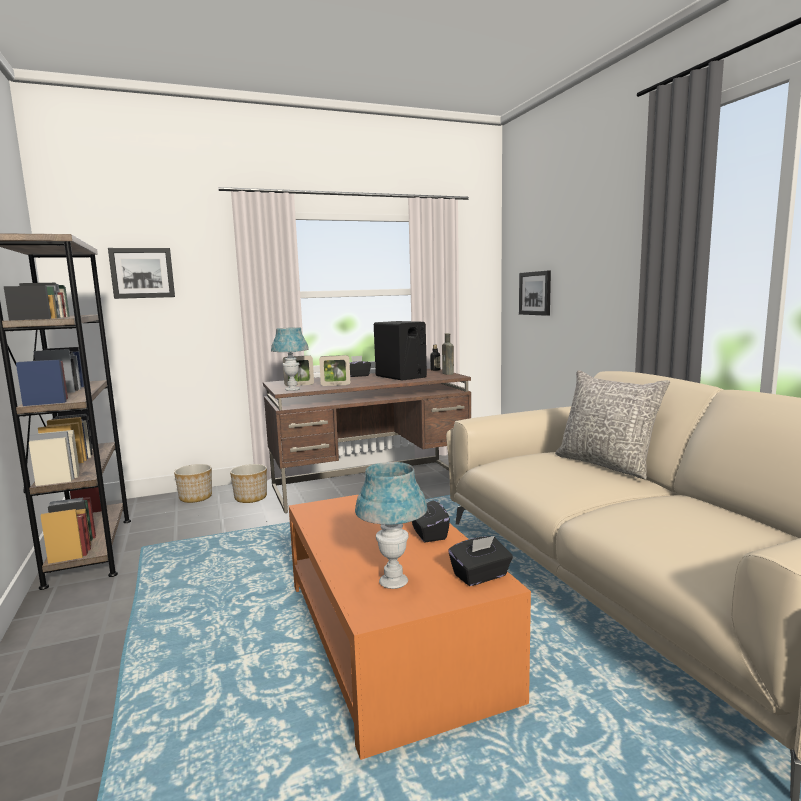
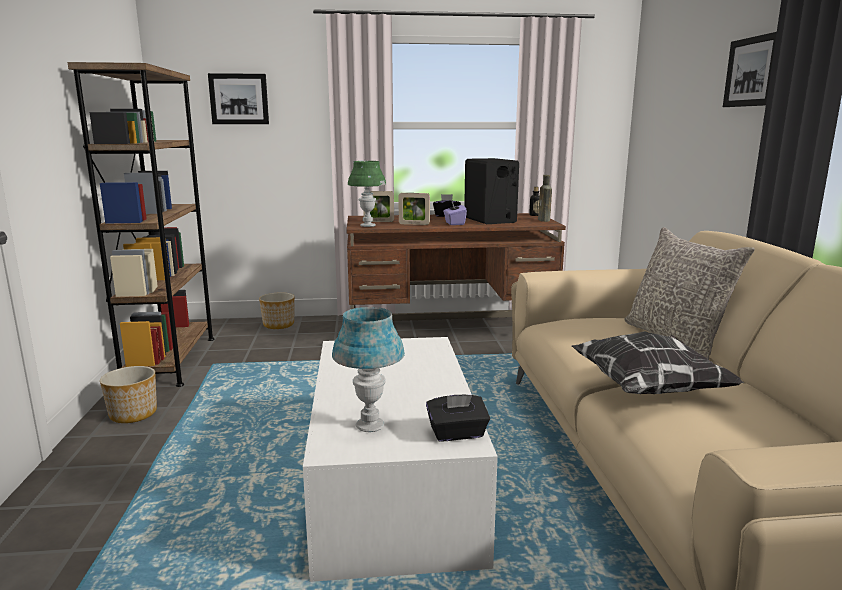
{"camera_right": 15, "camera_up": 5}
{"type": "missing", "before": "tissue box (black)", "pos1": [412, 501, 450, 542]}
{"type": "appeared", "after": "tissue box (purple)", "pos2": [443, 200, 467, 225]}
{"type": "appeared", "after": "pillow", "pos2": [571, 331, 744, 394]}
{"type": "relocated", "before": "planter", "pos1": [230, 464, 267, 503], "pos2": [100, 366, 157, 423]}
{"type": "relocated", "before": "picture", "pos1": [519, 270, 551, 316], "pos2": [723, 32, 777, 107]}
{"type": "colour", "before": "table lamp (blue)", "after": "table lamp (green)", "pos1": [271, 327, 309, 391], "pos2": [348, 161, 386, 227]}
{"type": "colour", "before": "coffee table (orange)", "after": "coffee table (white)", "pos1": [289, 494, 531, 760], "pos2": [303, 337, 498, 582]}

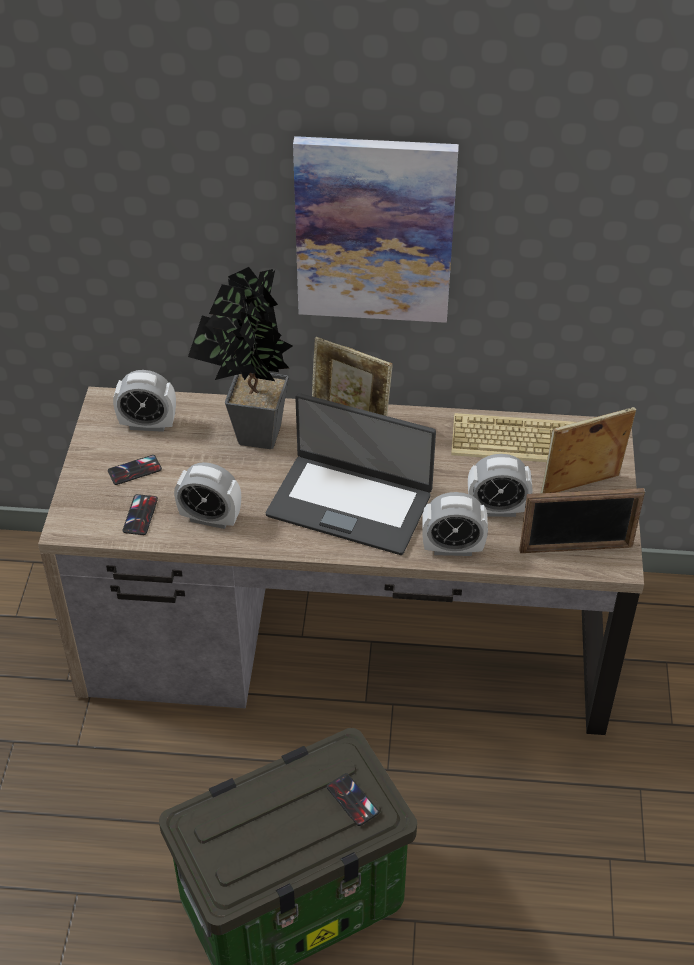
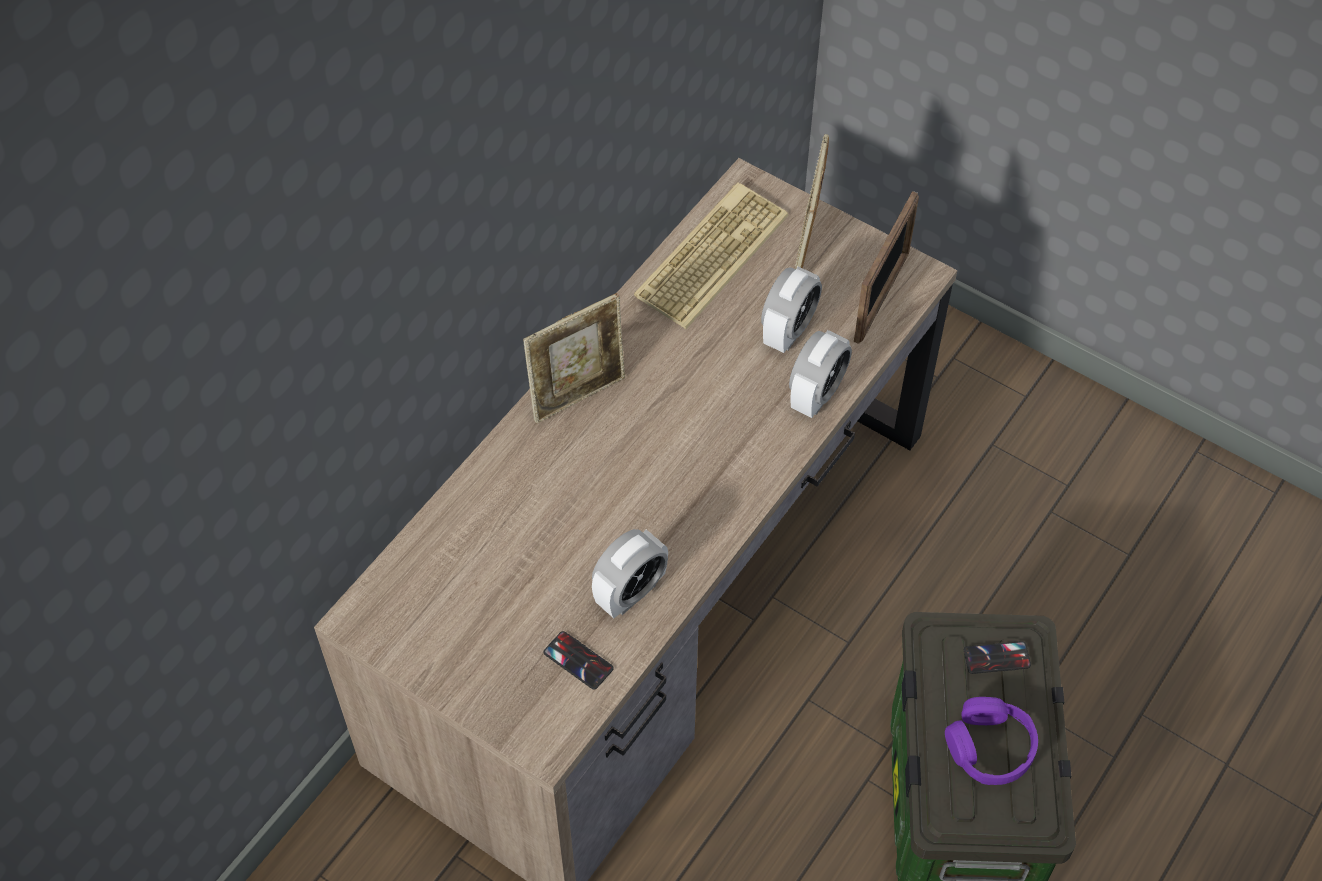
{"camera_right": -60, "camera_up": 10}
{"type": "missing", "before": "phone", "pos1": [108, 455, 162, 485]}
{"type": "missing", "before": "alarm clock", "pos1": [113, 370, 176, 432]}
{"type": "missing", "before": "potted plant", "pos1": [188, 267, 293, 449]}
{"type": "missing", "before": "laptop", "pos1": [266, 393, 436, 555]}
{"type": "missing", "before": "picture", "pos1": [293, 136, 459, 323]}
{"type": "appeared", "after": "headphones (purple)", "pos2": [945, 697, 1038, 785]}

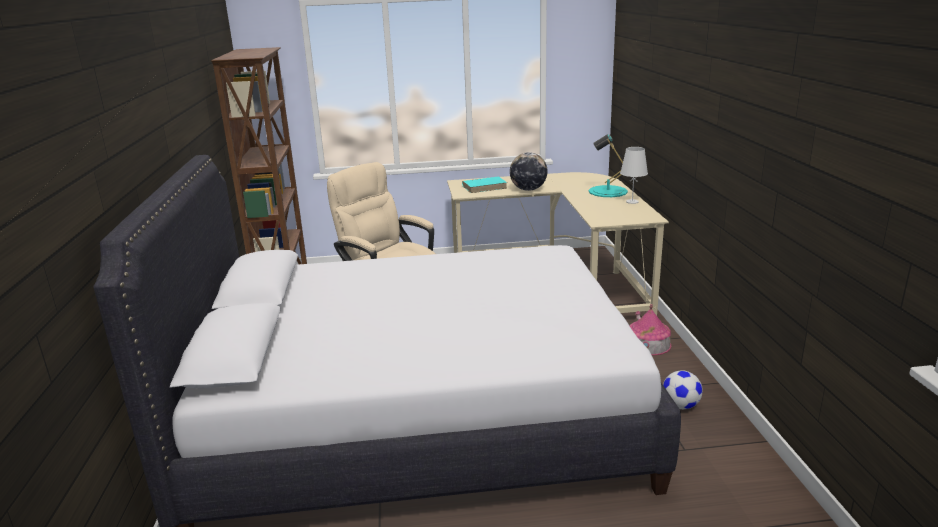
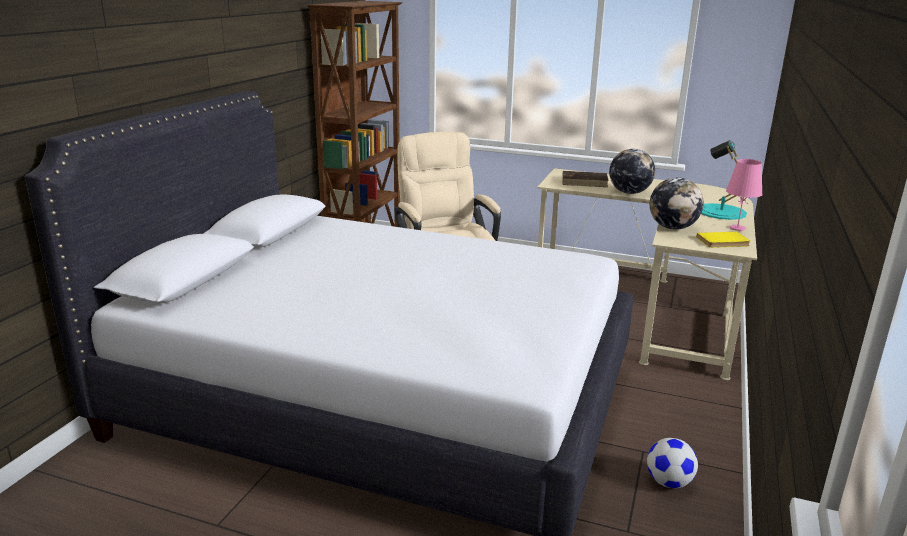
{"camera_right": 25, "camera_up": 0}
{"type": "missing", "before": "toy house", "pos1": [630, 304, 671, 355]}
{"type": "appeared", "after": "globe", "pos2": [650, 177, 703, 230]}
{"type": "appeared", "after": "book (yellow)", "pos2": [696, 232, 750, 248]}
{"type": "colour", "before": "book (turquoise)", "after": "book (brown)", "pos1": [462, 177, 507, 193], "pos2": [562, 171, 609, 187]}
{"type": "colour", "before": "table lamp (white)", "after": "table lamp (pink)", "pos1": [620, 147, 648, 204], "pos2": [726, 159, 763, 231]}

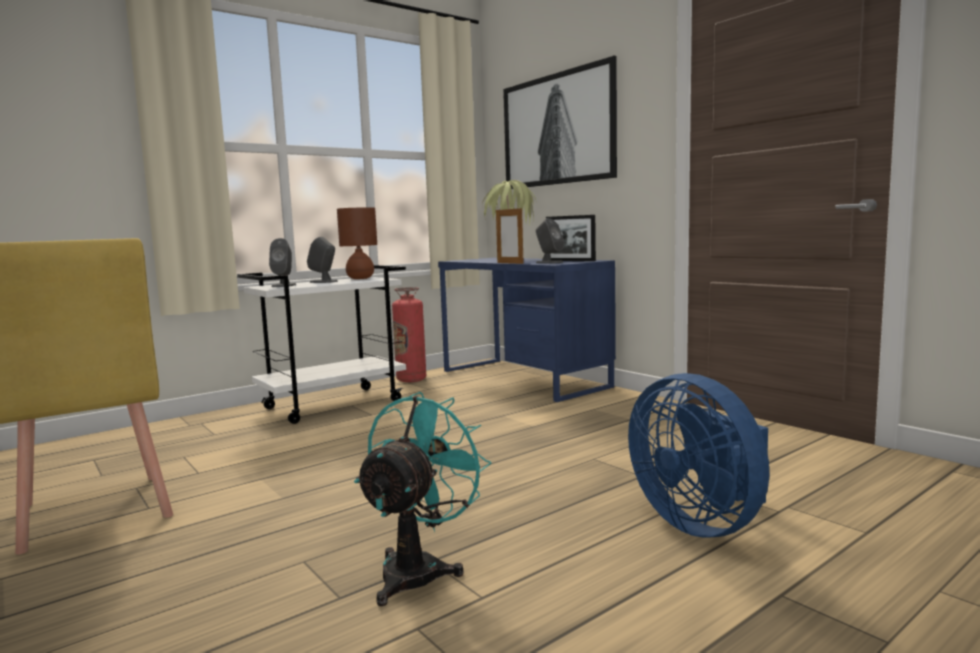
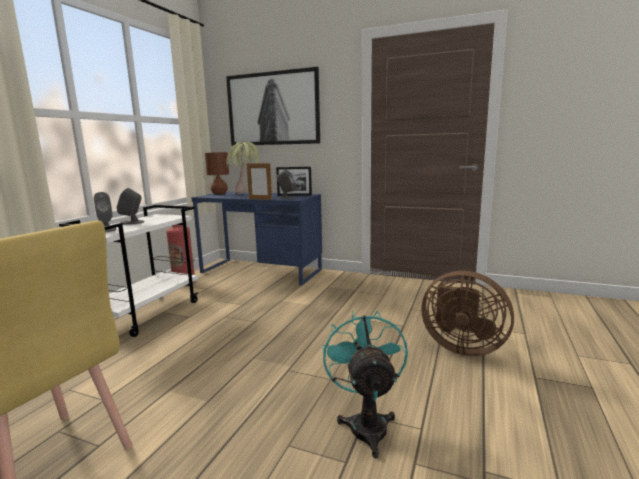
{"camera_right": -30, "camera_up": 5}
{"type": "relocated", "before": "table lamp (brown)", "pos1": [337, 207, 377, 279], "pos2": [205, 152, 229, 194]}
{"type": "colour", "before": "fan (blue)", "after": "fan (brown)", "pos1": [628, 373, 770, 538], "pos2": [421, 271, 514, 356]}

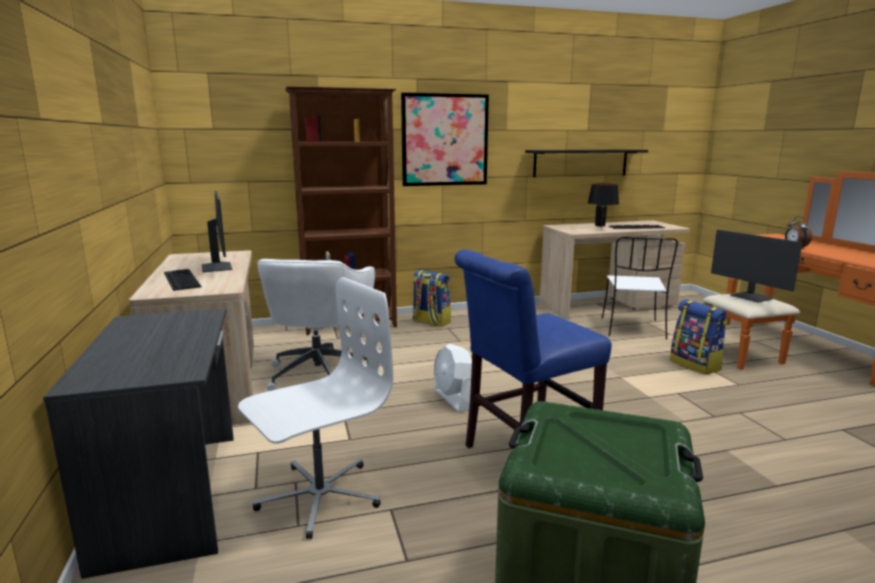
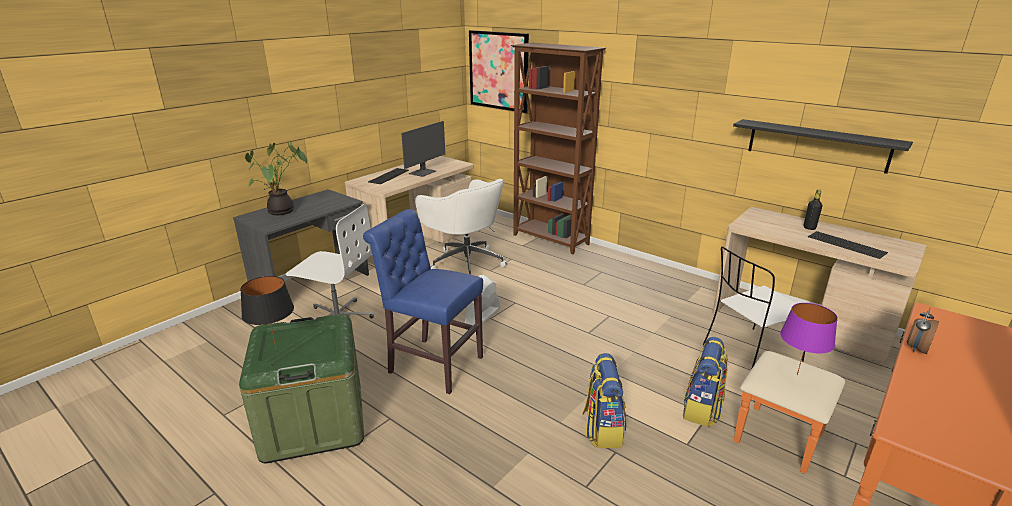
{"camera_right": 55, "camera_up": 10}
{"type": "appeared", "after": "potted plant", "pos2": [245, 142, 307, 215]}
{"type": "relocated", "before": "picture", "pos1": [401, 93, 489, 186], "pos2": [469, 30, 529, 113]}
{"type": "relocated", "before": "backpack", "pos1": [412, 270, 451, 327], "pos2": [582, 353, 626, 448]}
{"type": "relocated", "before": "table lamp (black)", "pos1": [588, 184, 619, 228], "pos2": [240, 276, 294, 348]}
{"type": "exchanged", "before": "monitor", "after": "table lamp (purple)", "pos1": [711, 230, 802, 303], "pos2": [780, 303, 838, 375]}
{"type": "spun", "before": "office chair (white)", "pos1": [257, 259, 375, 391], "pos2": [415, 179, 507, 275], "turn": -105}

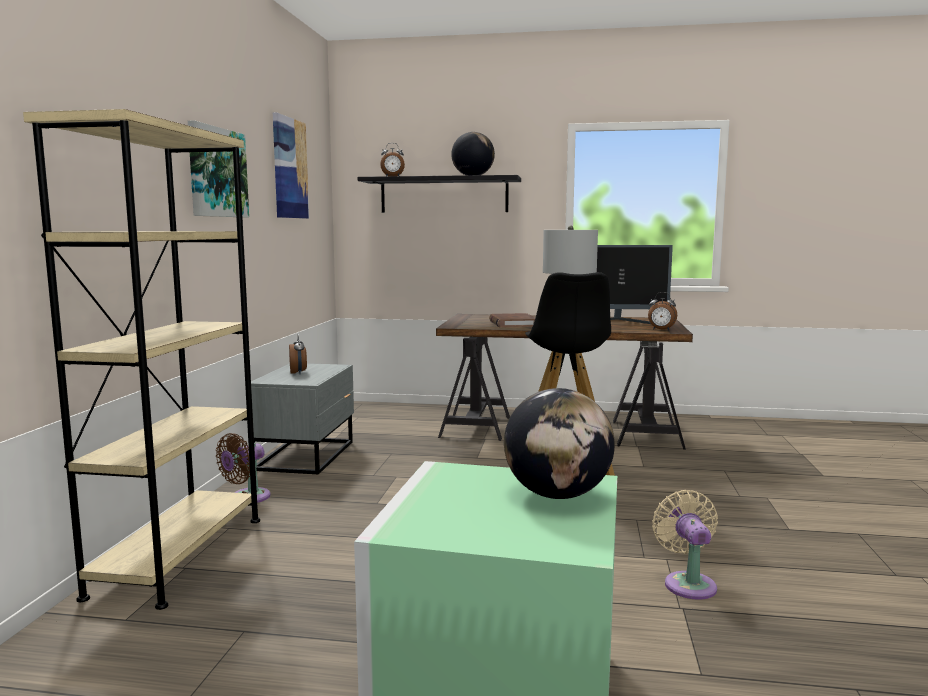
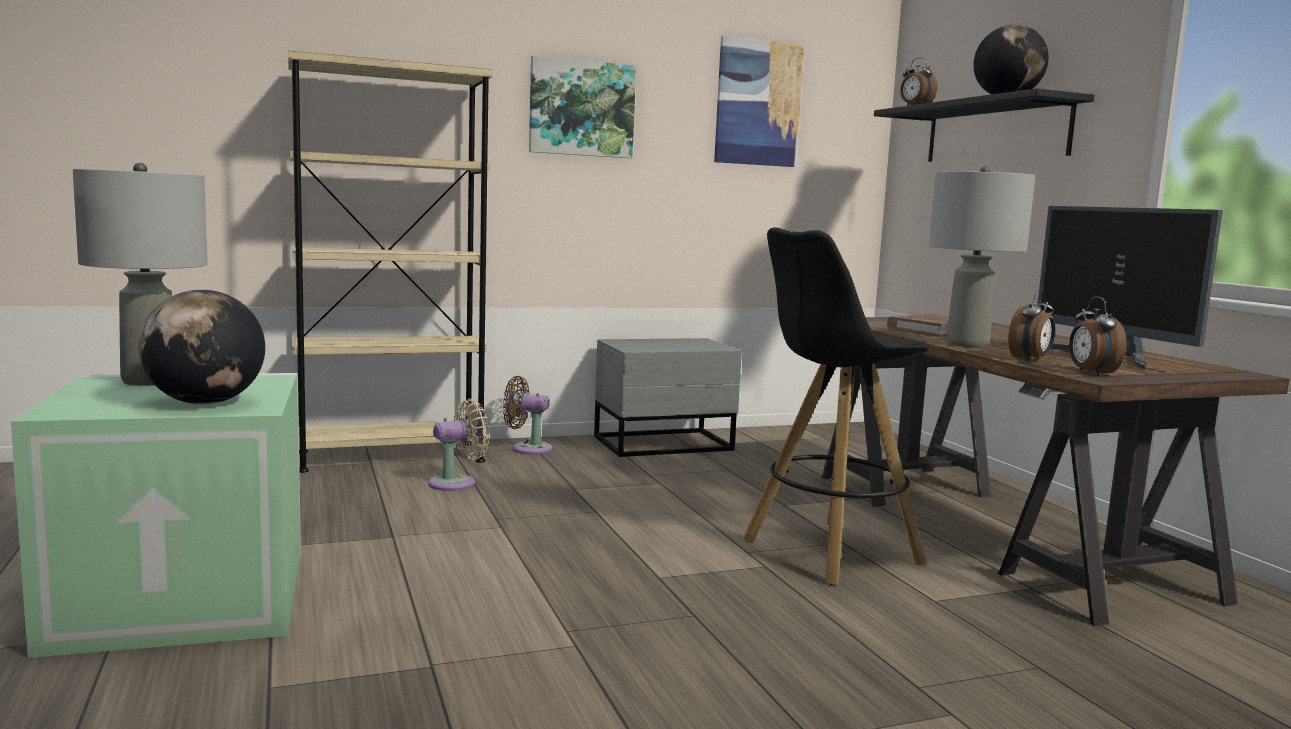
{"camera_right": 60, "camera_up": 0}
{"type": "appeared", "after": "table lamp (grey)", "pos2": [73, 163, 207, 386]}
{"type": "relocated", "before": "alarm clock", "pos1": [289, 334, 307, 374], "pos2": [1008, 289, 1055, 361]}
{"type": "relocated", "before": "fan (beige)", "pos1": [652, 490, 718, 600], "pos2": [428, 399, 490, 491]}

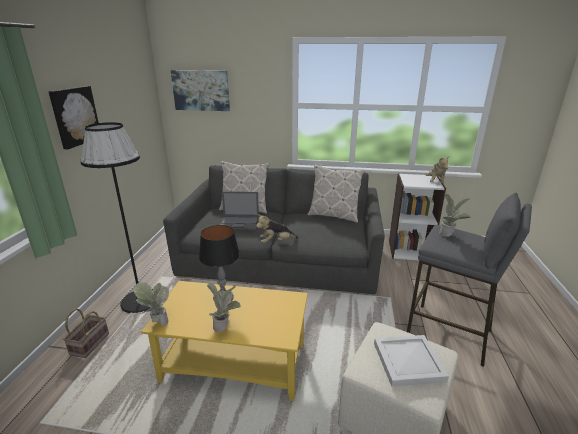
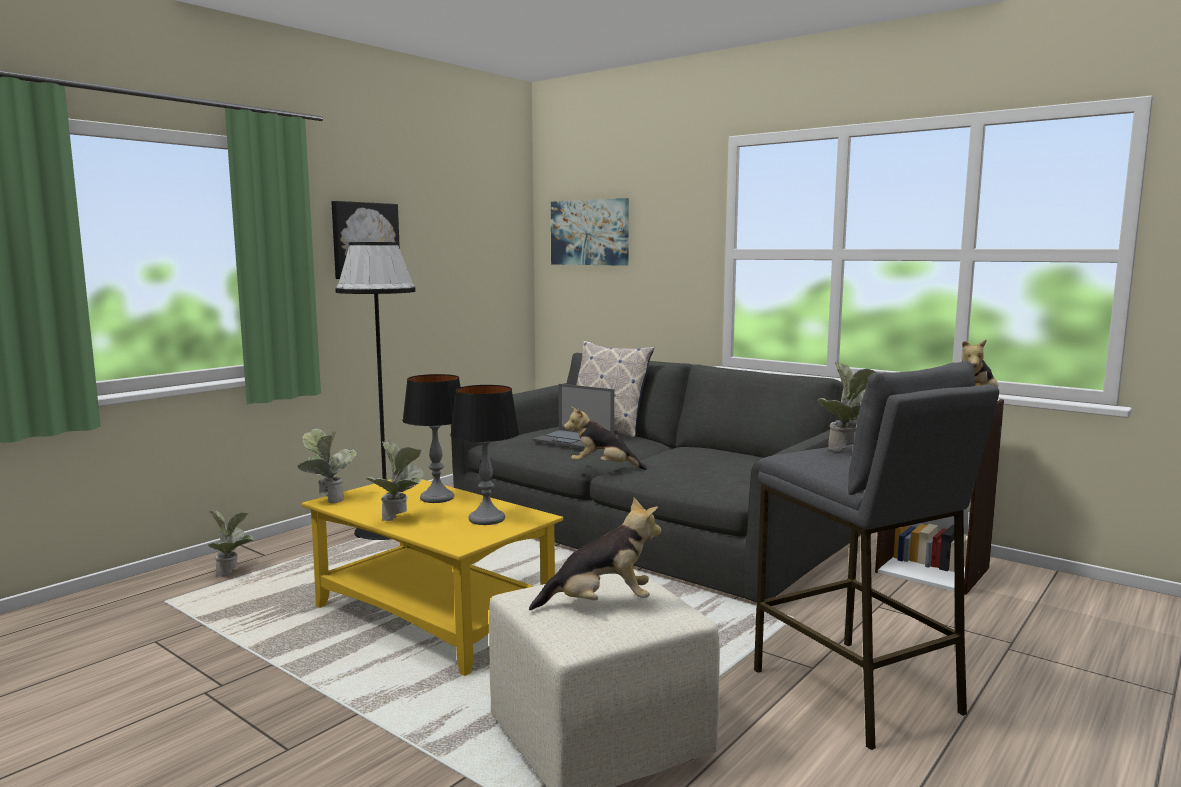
{"camera_right": 30, "camera_up": -15}
{"type": "missing", "before": "basket", "pos1": [63, 308, 109, 358]}
{"type": "missing", "before": "pillow", "pos1": [307, 165, 365, 223]}
{"type": "appeared", "after": "potted plant", "pos2": [208, 511, 253, 577]}
{"type": "appeared", "after": "table lamp", "pos2": [450, 385, 519, 525]}
{"type": "exchanged", "before": "tray (white)", "after": "plush toy", "pos1": [374, 335, 449, 387], "pos2": [529, 497, 662, 610]}

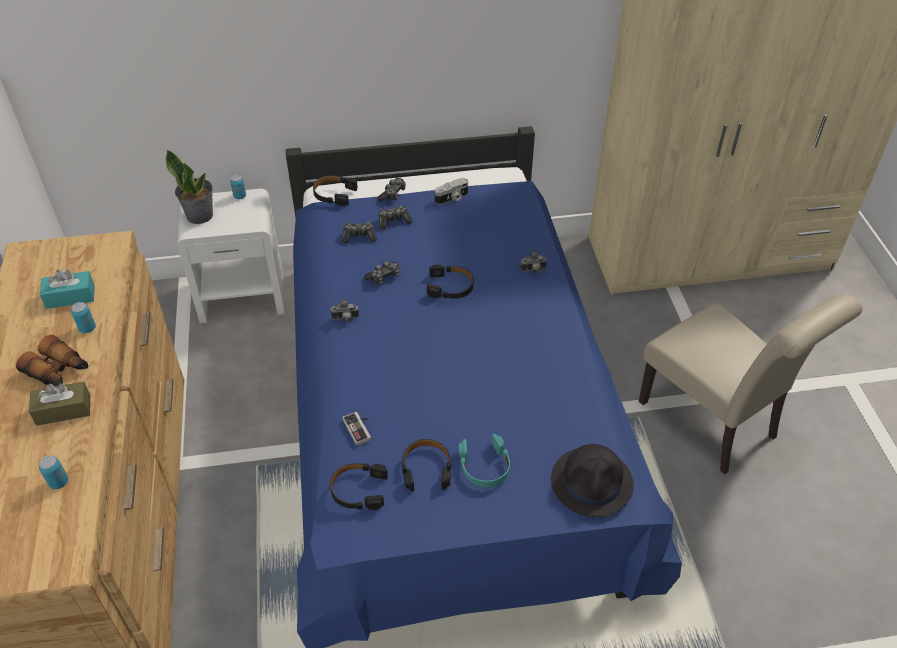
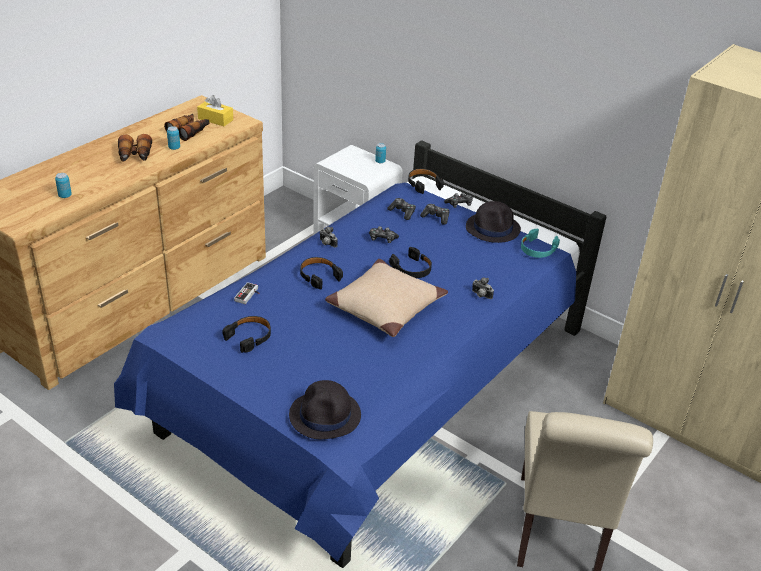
{"camera_right": 45, "camera_up": -10}
{"type": "missing", "before": "tissue box (brown)", "pos1": [29, 381, 90, 426]}
{"type": "missing", "before": "potted plant", "pos1": [165, 150, 213, 224]}
{"type": "appeared", "after": "tissue box (yellow)", "pos2": [197, 95, 233, 126]}
{"type": "appeared", "after": "pillow (beige)", "pos2": [325, 259, 448, 337]}
{"type": "relocated", "before": "headphones (black)", "pos1": [330, 463, 388, 510], "pos2": [300, 257, 343, 289]}
{"type": "relocated", "before": "headphones (turquoise)", "pos1": [459, 434, 510, 487], "pos2": [521, 228, 560, 258]}
{"type": "exchanged", "before": "tissue box (turquoise)", "after": "binoculars", "pos1": [39, 269, 95, 309], "pos2": [164, 114, 209, 141]}
{"type": "exchanged", "before": "photo camera", "after": "hat (black)", "pos1": [435, 178, 468, 205], "pos2": [466, 201, 521, 243]}

